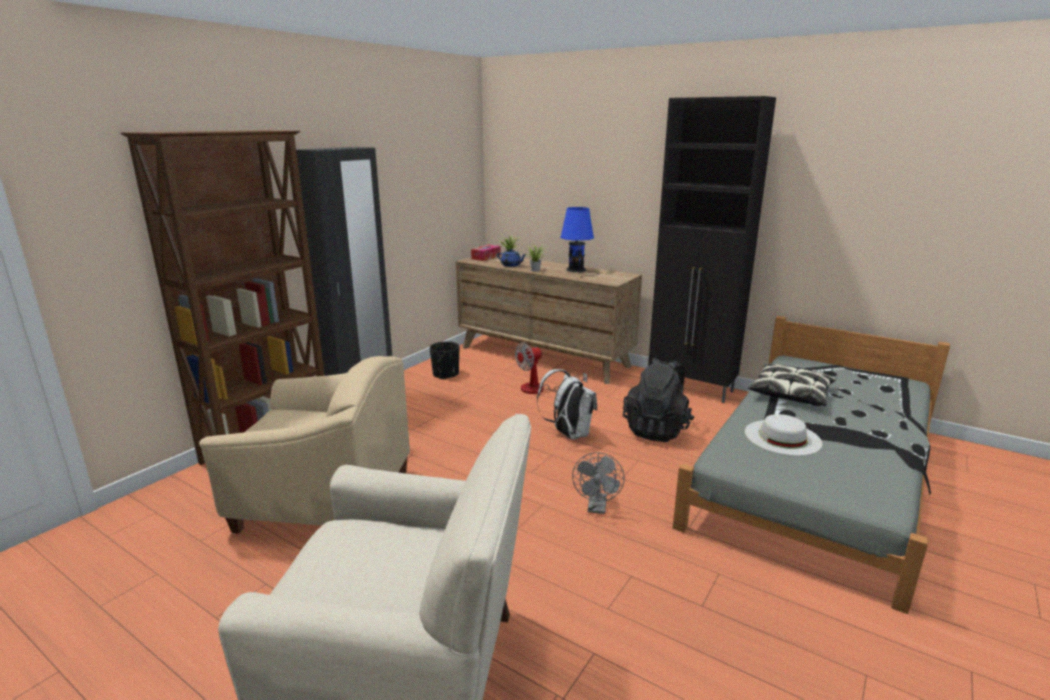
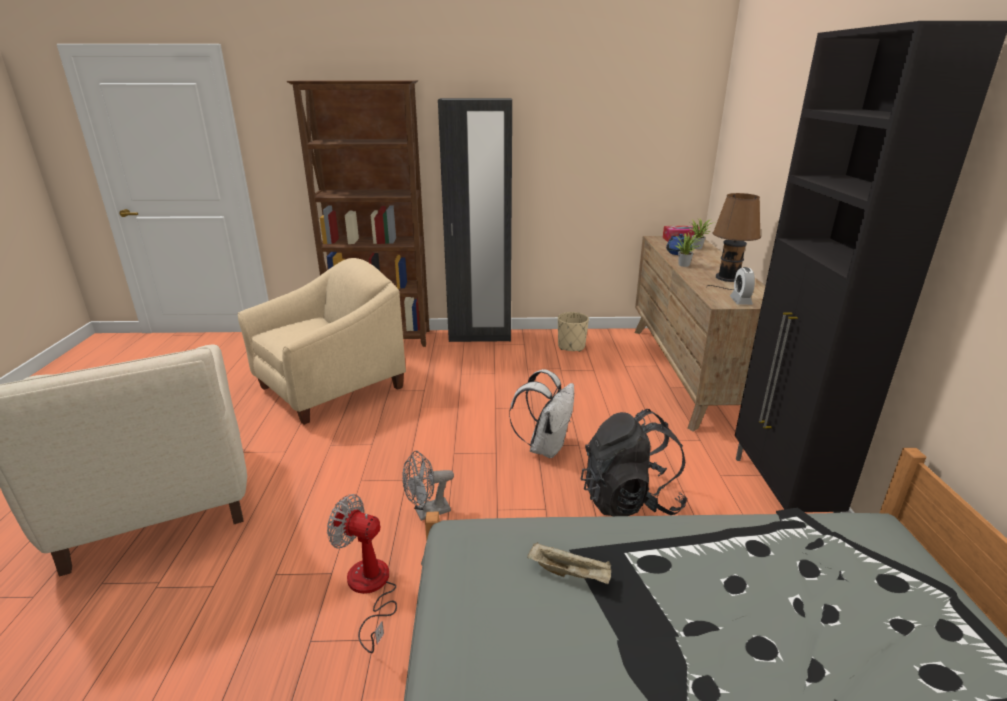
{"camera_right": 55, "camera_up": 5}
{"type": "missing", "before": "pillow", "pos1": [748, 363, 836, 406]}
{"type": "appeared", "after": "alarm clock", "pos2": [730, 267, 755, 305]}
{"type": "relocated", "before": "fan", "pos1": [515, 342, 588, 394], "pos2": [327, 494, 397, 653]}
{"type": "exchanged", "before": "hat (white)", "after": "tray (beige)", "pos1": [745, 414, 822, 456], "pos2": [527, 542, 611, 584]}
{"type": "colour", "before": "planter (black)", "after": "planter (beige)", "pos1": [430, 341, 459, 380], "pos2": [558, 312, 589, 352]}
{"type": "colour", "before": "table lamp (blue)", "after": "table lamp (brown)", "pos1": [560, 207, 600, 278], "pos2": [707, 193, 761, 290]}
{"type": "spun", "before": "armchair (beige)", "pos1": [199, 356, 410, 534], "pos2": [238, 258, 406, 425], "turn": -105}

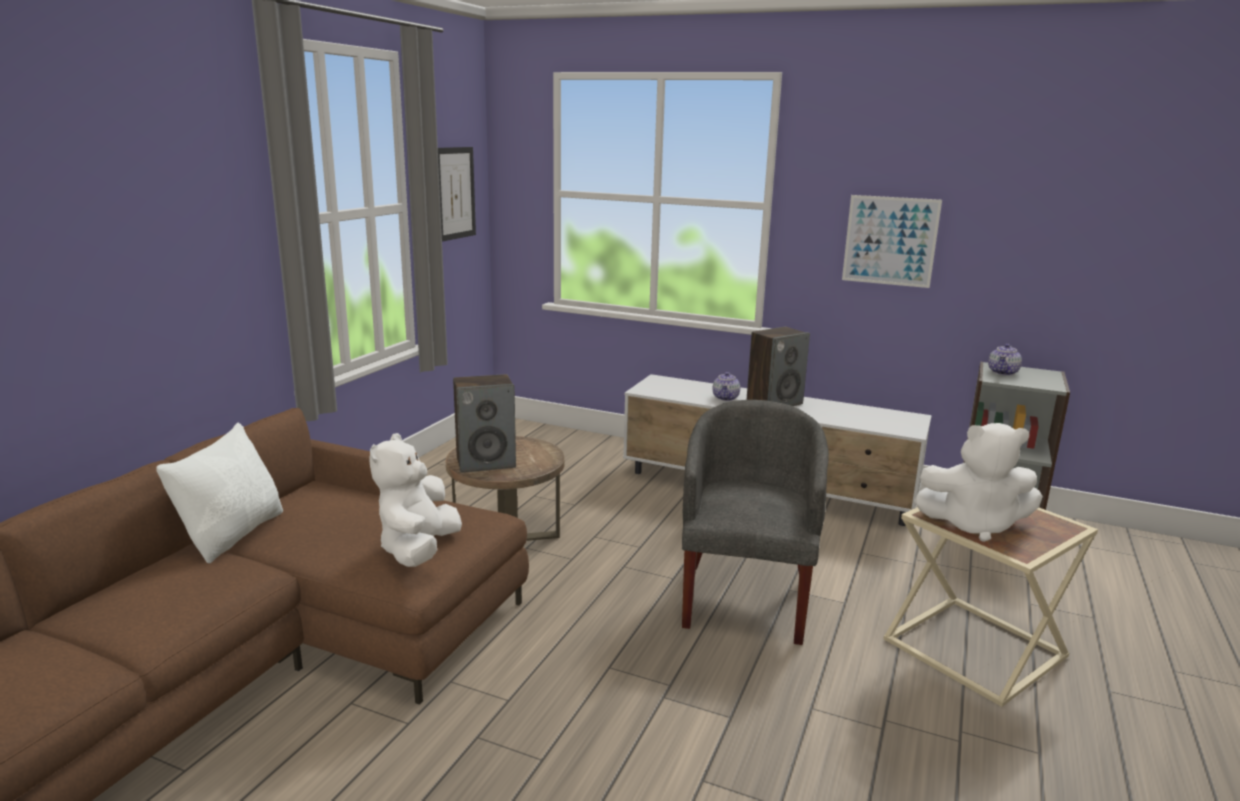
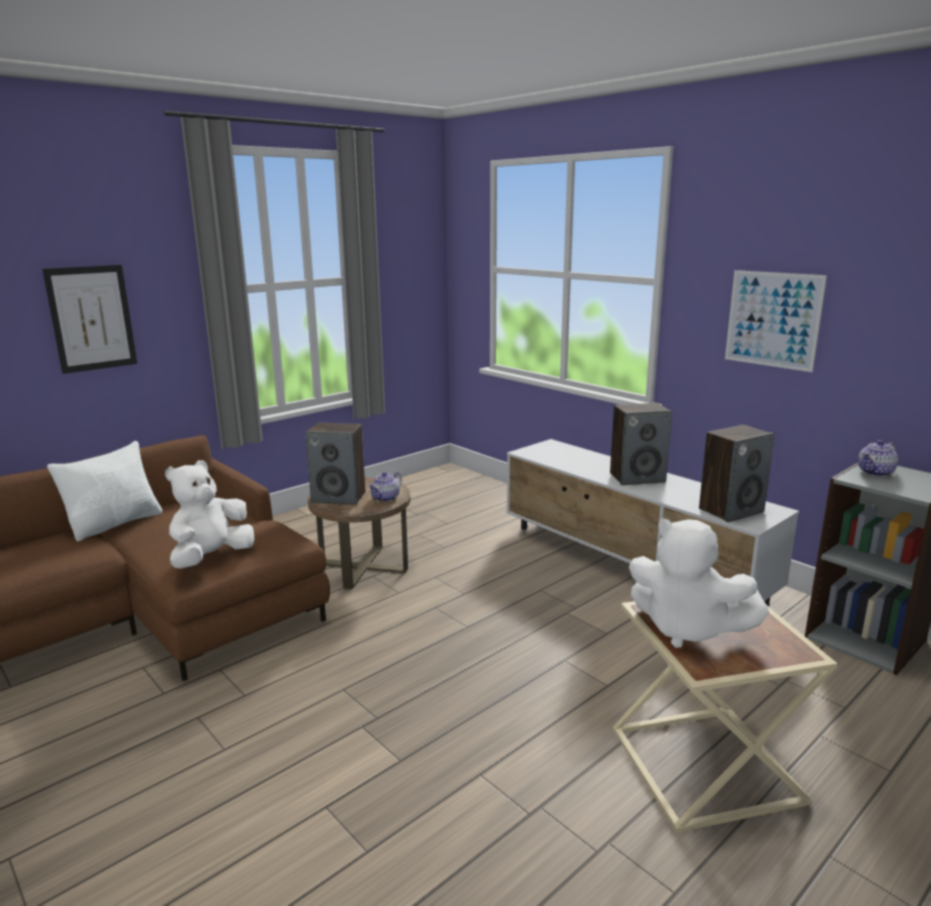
{"camera_right": 25, "camera_up": 0}
{"type": "missing", "before": "armchair (grey)", "pos1": [682, 400, 829, 645]}
{"type": "appeared", "after": "speaker", "pos2": [699, 425, 775, 522]}
{"type": "relocated", "before": "picture", "pos1": [438, 147, 476, 241], "pos2": [42, 265, 137, 374]}
{"type": "relocated", "before": "teapot", "pos1": [712, 372, 740, 401], "pos2": [368, 472, 402, 502]}

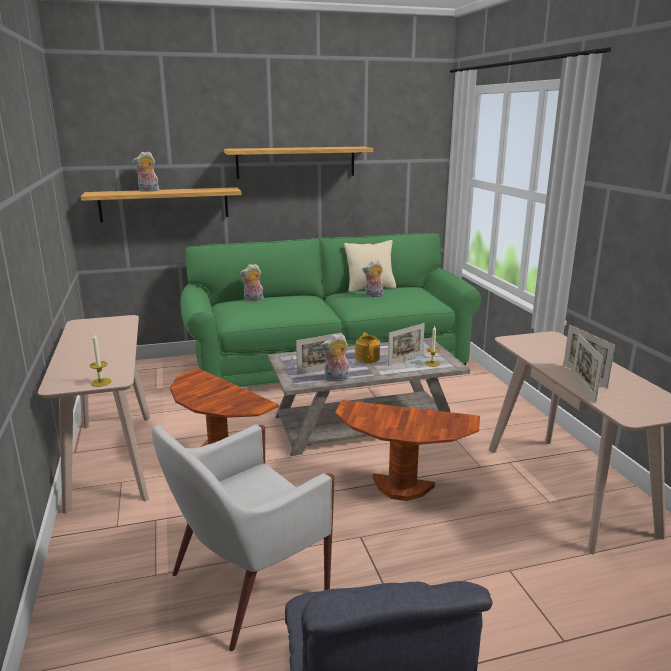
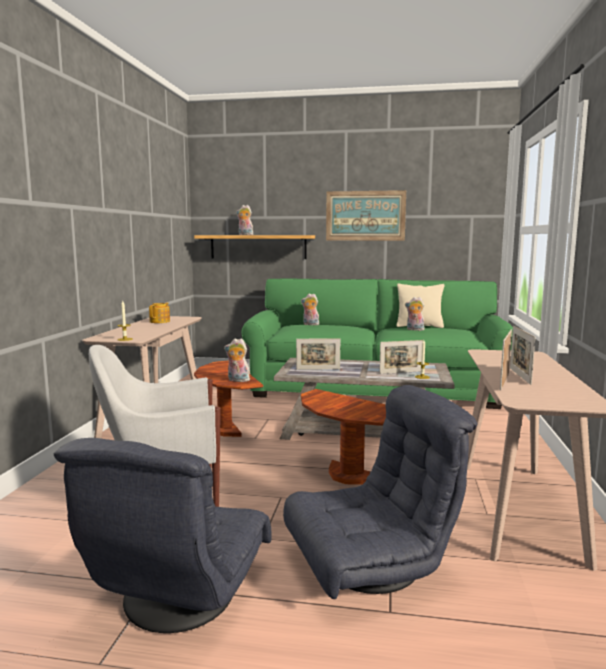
{"camera_right": 25, "camera_up": -10}
{"type": "appeared", "after": "armchair (grey)", "pos2": [283, 385, 478, 599]}
{"type": "relocated", "before": "plush toy", "pos1": [320, 333, 349, 382], "pos2": [224, 338, 250, 382]}
{"type": "relocated", "before": "teapot", "pos1": [355, 332, 380, 363], "pos2": [149, 302, 170, 323]}
{"type": "exchanged", "before": "shelf", "after": "picture", "pos1": [224, 147, 374, 179], "pos2": [326, 190, 406, 241]}

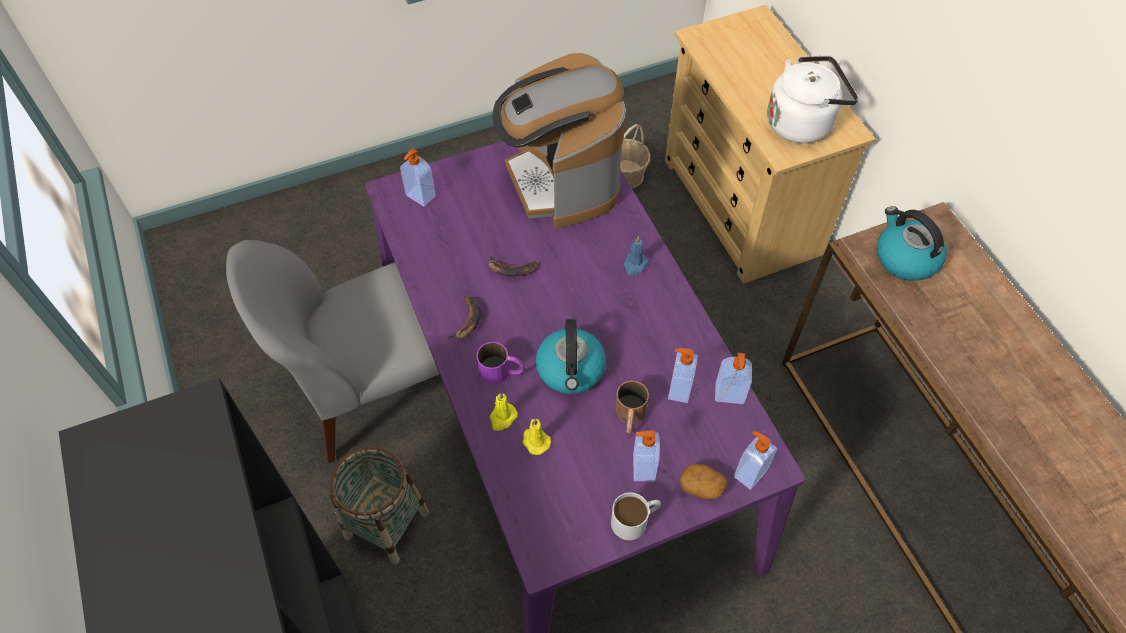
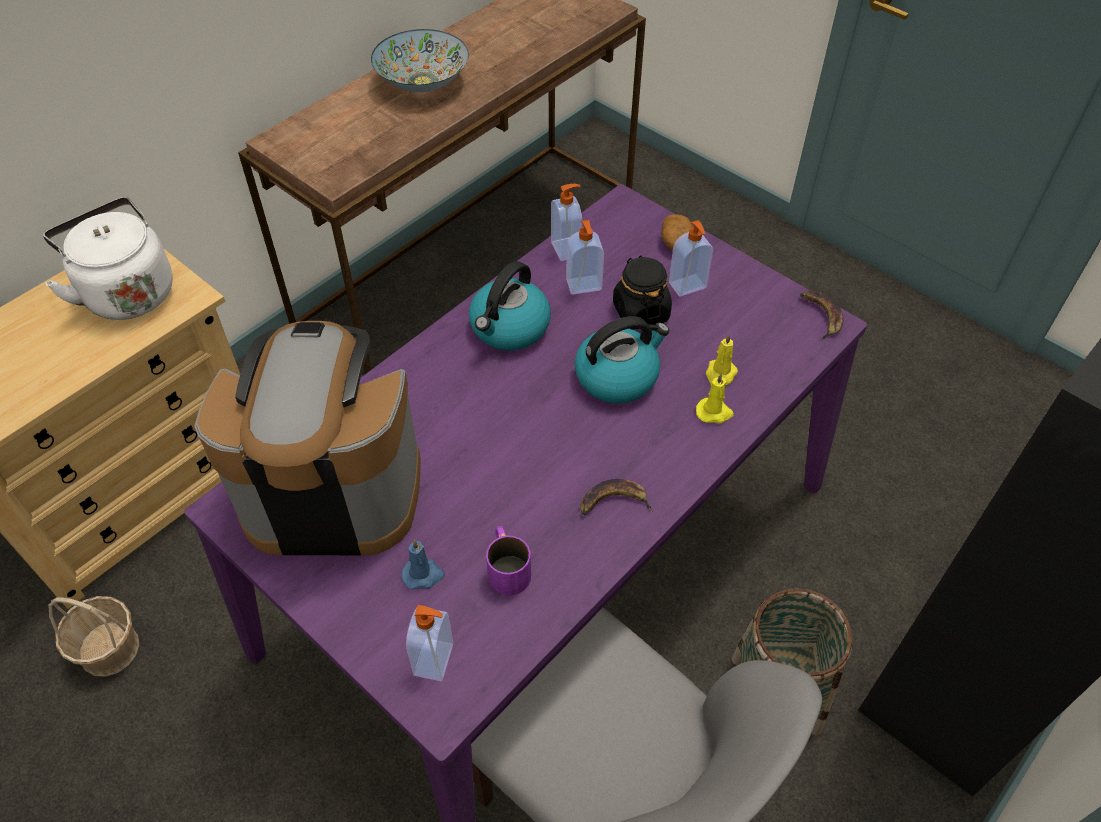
{"camera_right": -115, "camera_up": -5}
{"type": "missing", "before": "mug (white)", "pos1": [611, 492, 661, 540]}
{"type": "missing", "before": "soap dispenser", "pos1": [734, 431, 777, 490]}
{"type": "appeared", "after": "bowl", "pos2": [371, 29, 469, 92]}
{"type": "relocated", "before": "mug (purple)", "pos1": [477, 342, 525, 384], "pos2": [486, 526, 531, 596]}
{"type": "relocated", "before": "banana", "pos1": [489, 254, 537, 277], "pos2": [800, 291, 843, 341]}
{"type": "relocated", "before": "candle (blue)", "pos1": [624, 236, 648, 276], "pos2": [401, 539, 445, 590]}
{"type": "relocated", "before": "kettle", "pos1": [877, 206, 947, 281], "pos2": [469, 261, 551, 351]}
{"type": "exchanged", "before": "mug (brown)", "after": "jar (black)", "pos1": [615, 381, 649, 434], "pos2": [613, 255, 672, 330]}
{"type": "spun", "before": "coffee machine", "pos1": [493, 53, 626, 229], "pos2": [195, 321, 421, 555], "turn": -135}

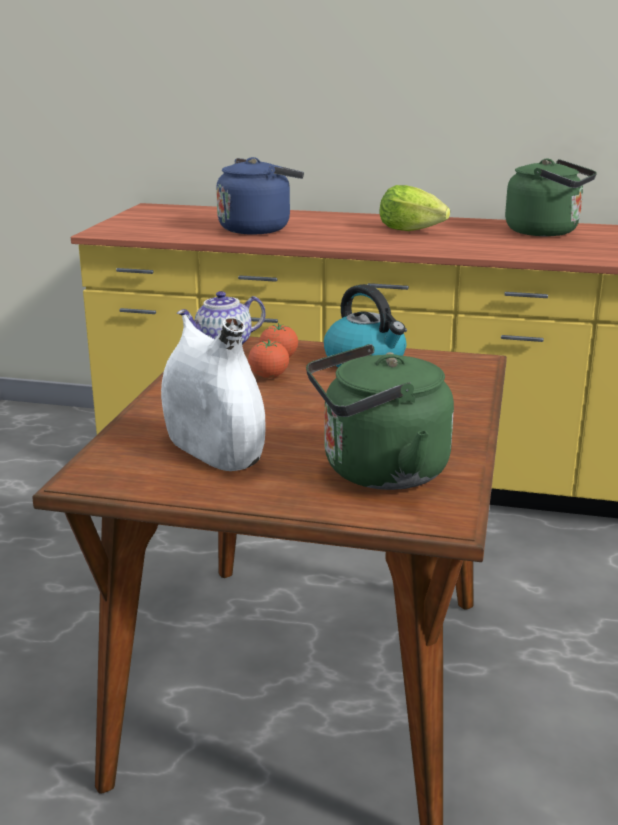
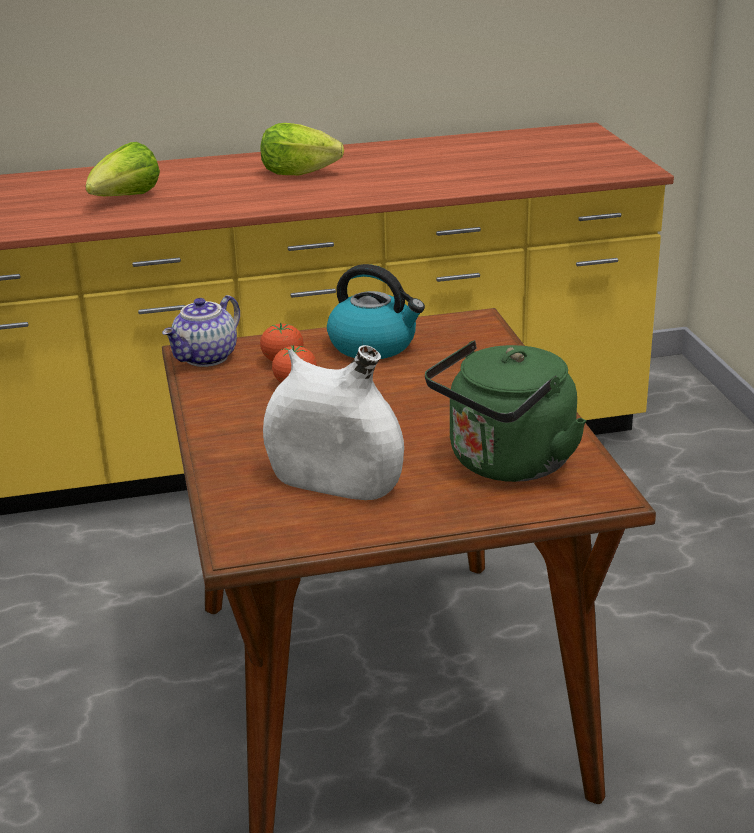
{"camera_right": -25, "camera_up": 5}
{"type": "missing", "before": "kettle (green)", "pos1": [505, 159, 597, 236]}
{"type": "exchanged", "before": "kettle (blue)", "after": "lettuce", "pos1": [216, 157, 304, 234], "pos2": [85, 142, 160, 196]}

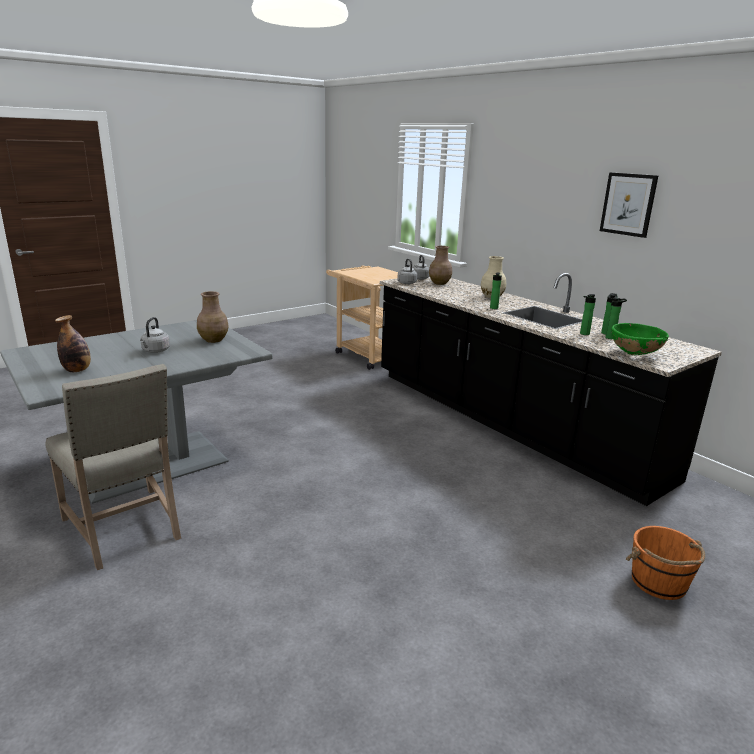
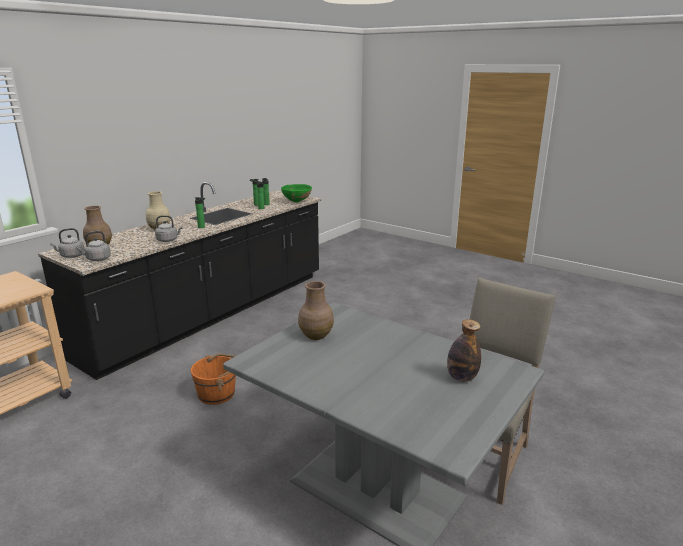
{"camera_right": -105, "camera_up": 0}
{"type": "missing", "before": "picture", "pos1": [600, 172, 658, 238]}
{"type": "relocated", "before": "kettle (grey)", "pos1": [140, 317, 170, 353], "pos2": [155, 215, 182, 242]}
{"type": "relocated", "before": "bucket (orange)", "pos1": [626, 526, 705, 600], "pos2": [191, 354, 236, 405]}

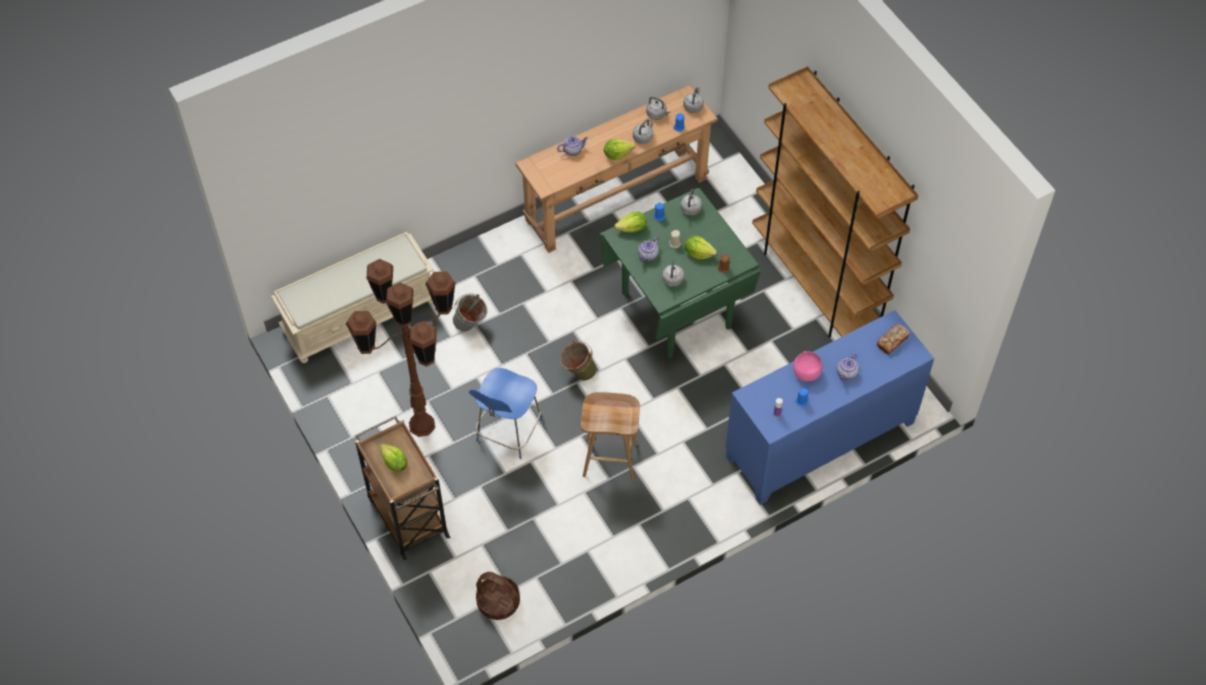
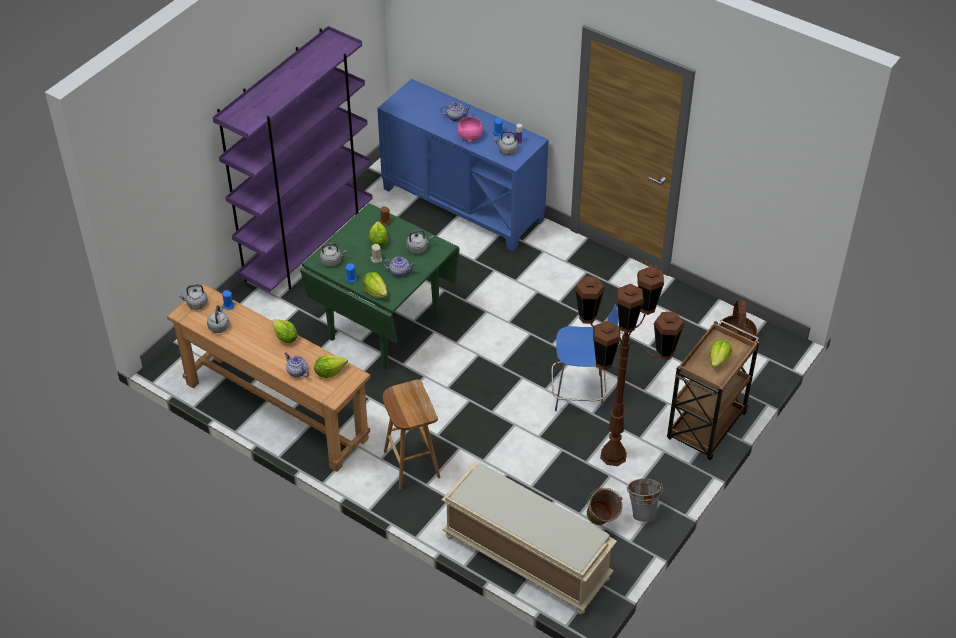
{"camera_right": -115, "camera_up": -10}
{"type": "missing", "before": "bread", "pos1": [877, 324, 910, 355]}
{"type": "appeared", "after": "lettuce", "pos2": [314, 355, 348, 378]}
{"type": "relocated", "before": "bucket (grey)", "pos1": [453, 294, 487, 331], "pos2": [627, 479, 663, 522]}
{"type": "relocated", "before": "bucket (green)", "pos1": [560, 340, 597, 381], "pos2": [587, 488, 623, 525]}
{"type": "relocated", "before": "stool (brown)", "pos1": [581, 392, 640, 481], "pos2": [383, 379, 440, 490]}
{"type": "relocated", "before": "kettle (grey)", "pos1": [633, 119, 654, 144], "pos2": [493, 131, 518, 155]}
{"type": "colour", "before": "bookcase (brown)", "after": "bookcase (purple)", "pos1": [752, 66, 918, 338], "pos2": [213, 26, 373, 293]}

